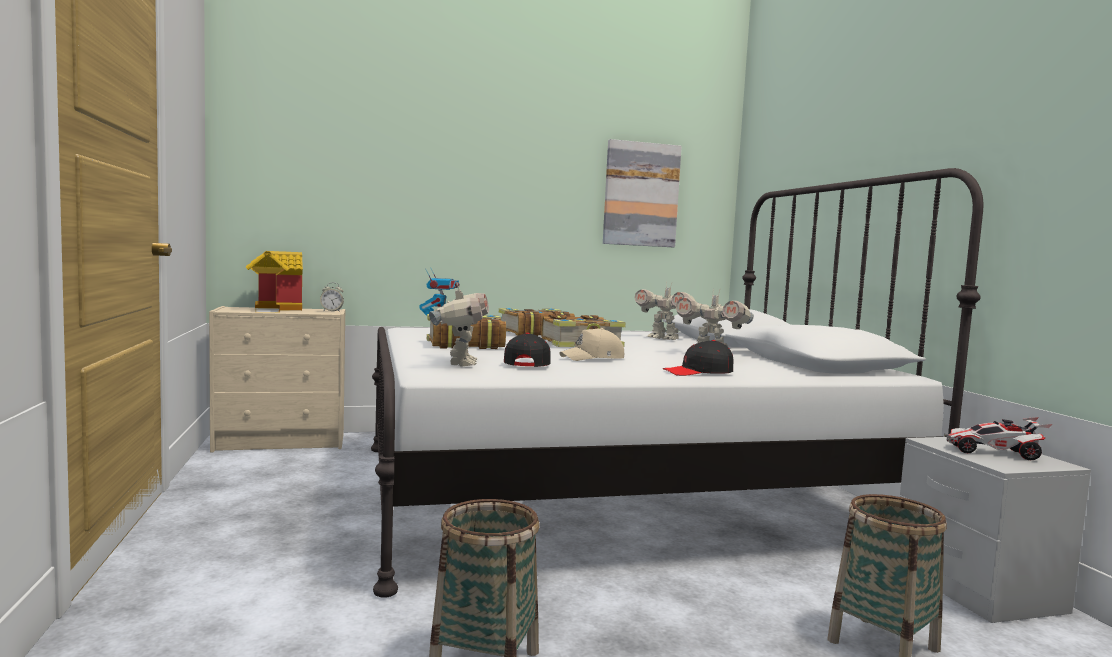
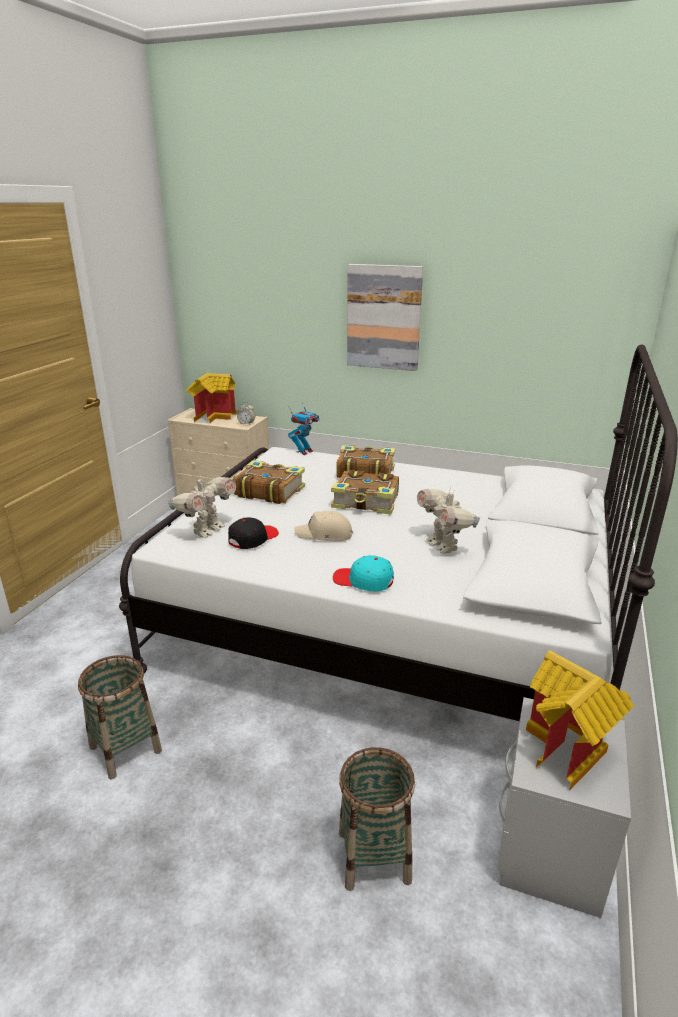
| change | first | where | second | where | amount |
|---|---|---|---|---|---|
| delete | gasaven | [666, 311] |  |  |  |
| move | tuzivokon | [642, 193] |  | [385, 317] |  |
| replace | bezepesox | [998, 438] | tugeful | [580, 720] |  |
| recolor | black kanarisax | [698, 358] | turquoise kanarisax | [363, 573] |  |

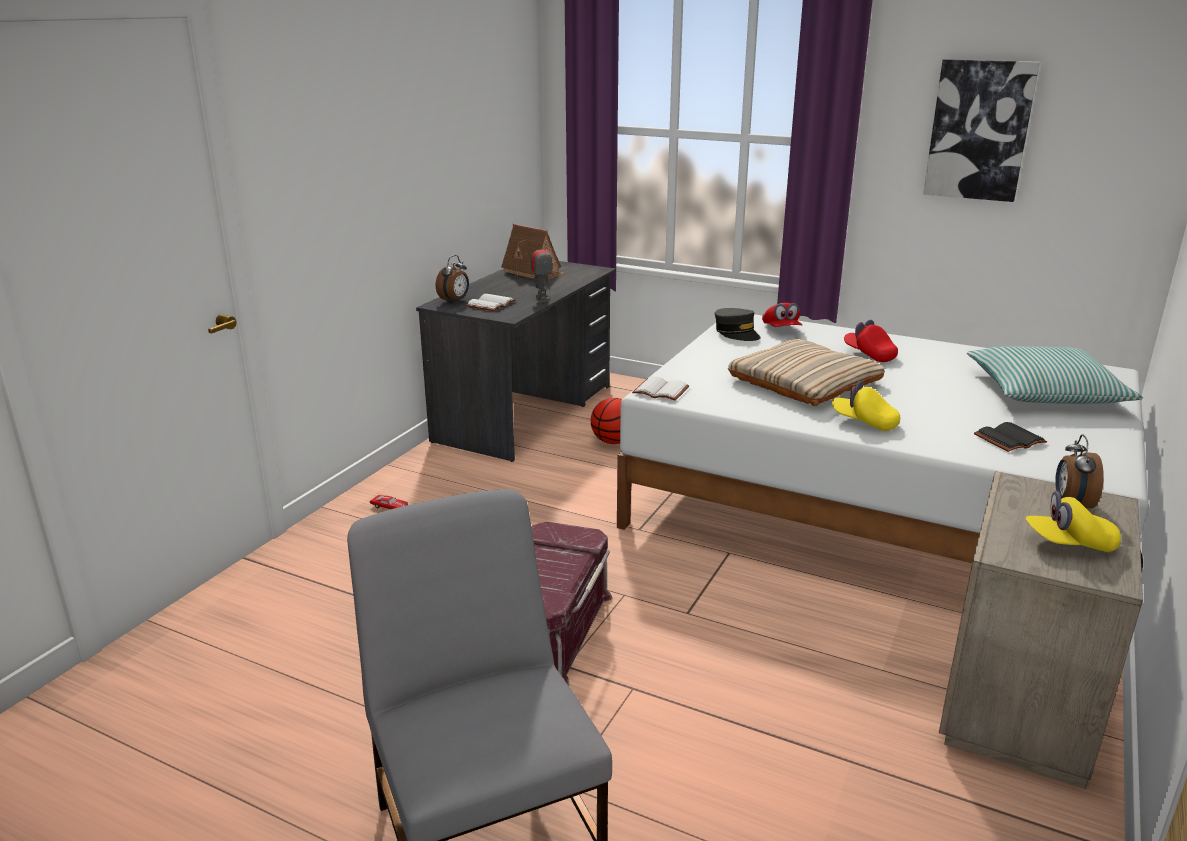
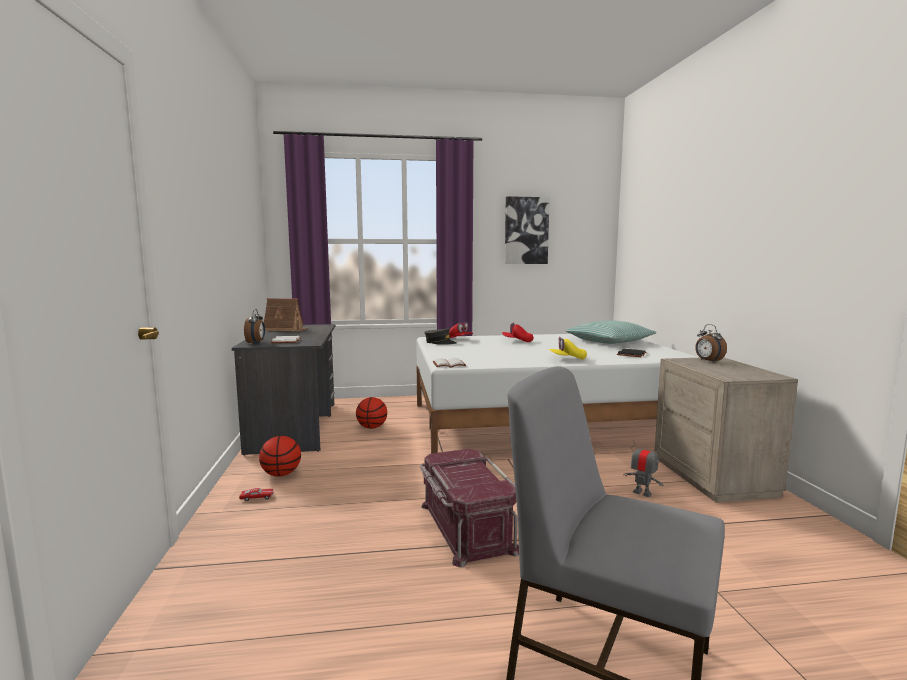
| change | first | where | second | where | amount |
|---|---|---|---|---|---|
| delete | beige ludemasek | [806, 372] |  |  |  |
| delete | yellow kanarisax | [1073, 521] |  |  |  |
| insert |  |  | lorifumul | [280, 456] |  |
| move | gasaven | [542, 270] |  | [644, 468] |  |

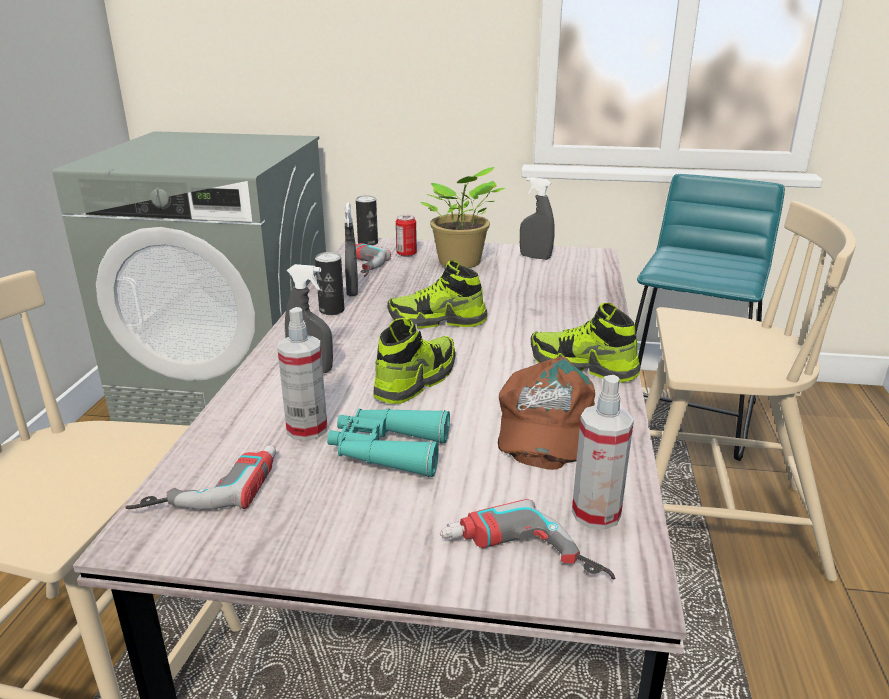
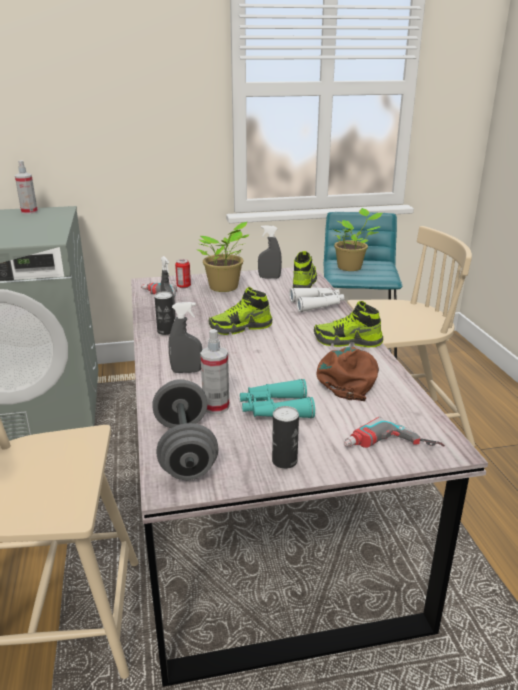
| change | first | where | second | where | amount |
|---|---|---|---|---|---|
| insert |  |  | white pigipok | [316, 299] |  |
| insert |  |  | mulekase | [357, 239] |  |
| move | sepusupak | [367, 220] |  | [285, 437] |  |
| move | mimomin | [414, 360] |  | [305, 269] |  |
| move | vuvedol | [603, 452] |  | [26, 187] |  |
| replace | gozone | [200, 477] | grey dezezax | [185, 429] |  |
| rotate | brown kanarisax | [546, 413] |  | [347, 373] | 150 degrees counterclockwise |

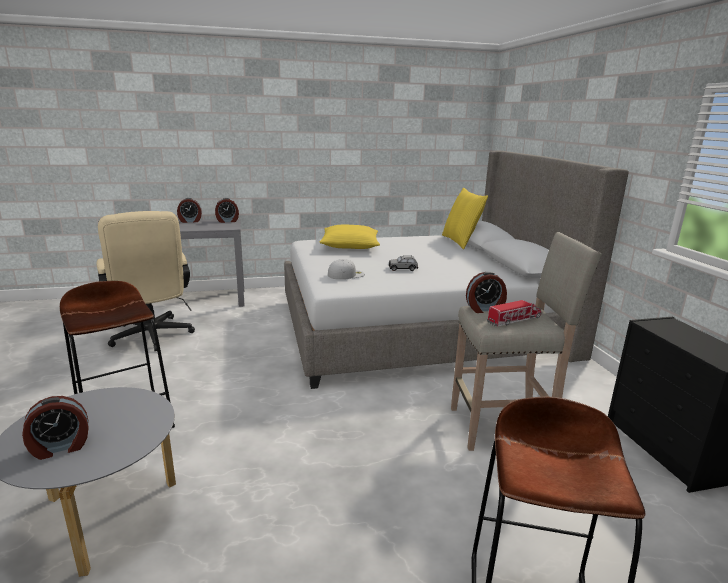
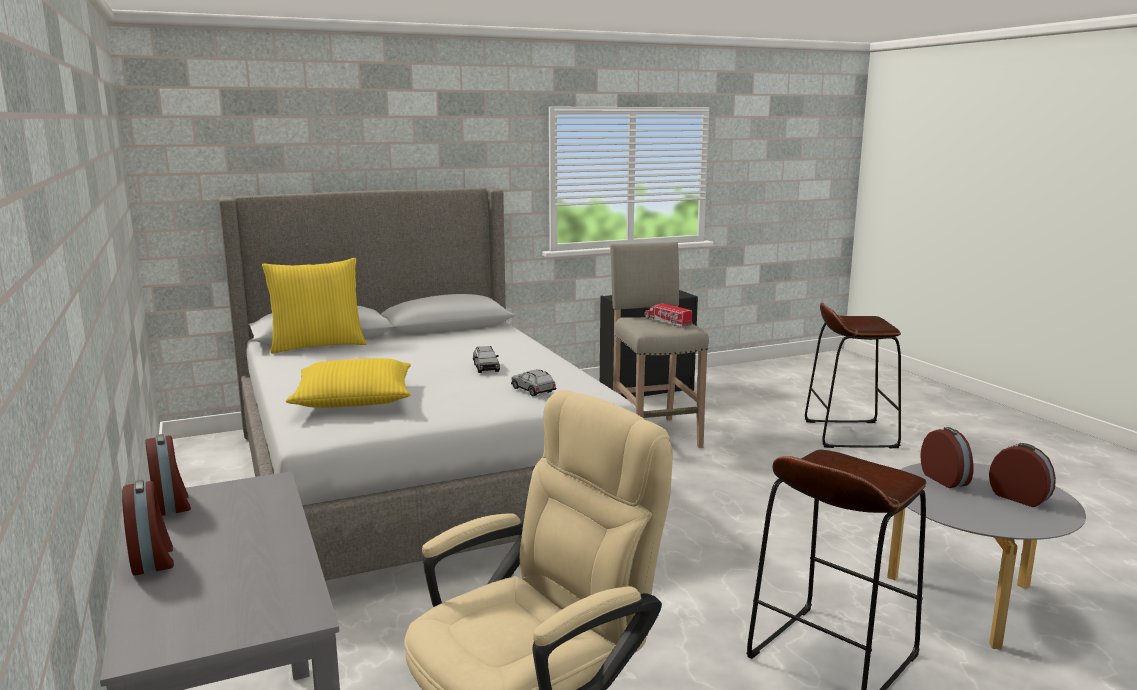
| change | first | where | second | where | amount |
|---|---|---|---|---|---|
| move | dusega | [486, 292] |  | [946, 457] |  |
| replace | white kanarisax | [346, 269] | grey bezepesox | [533, 383] |  |

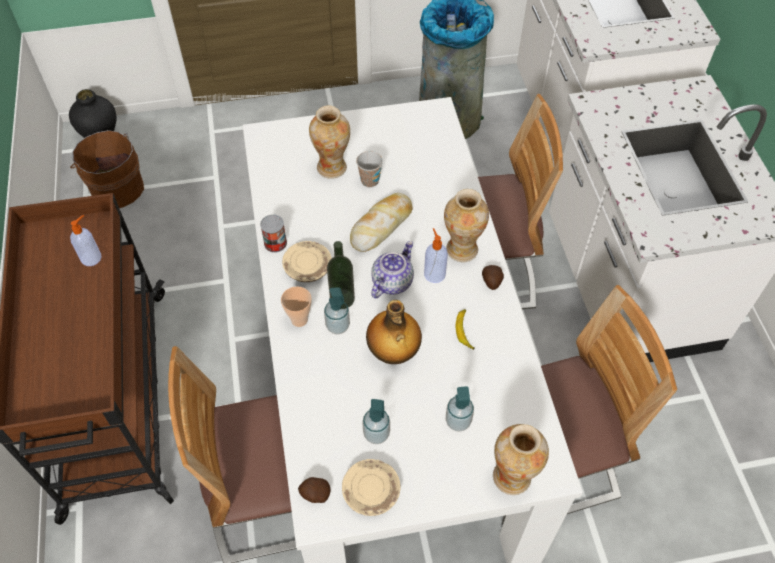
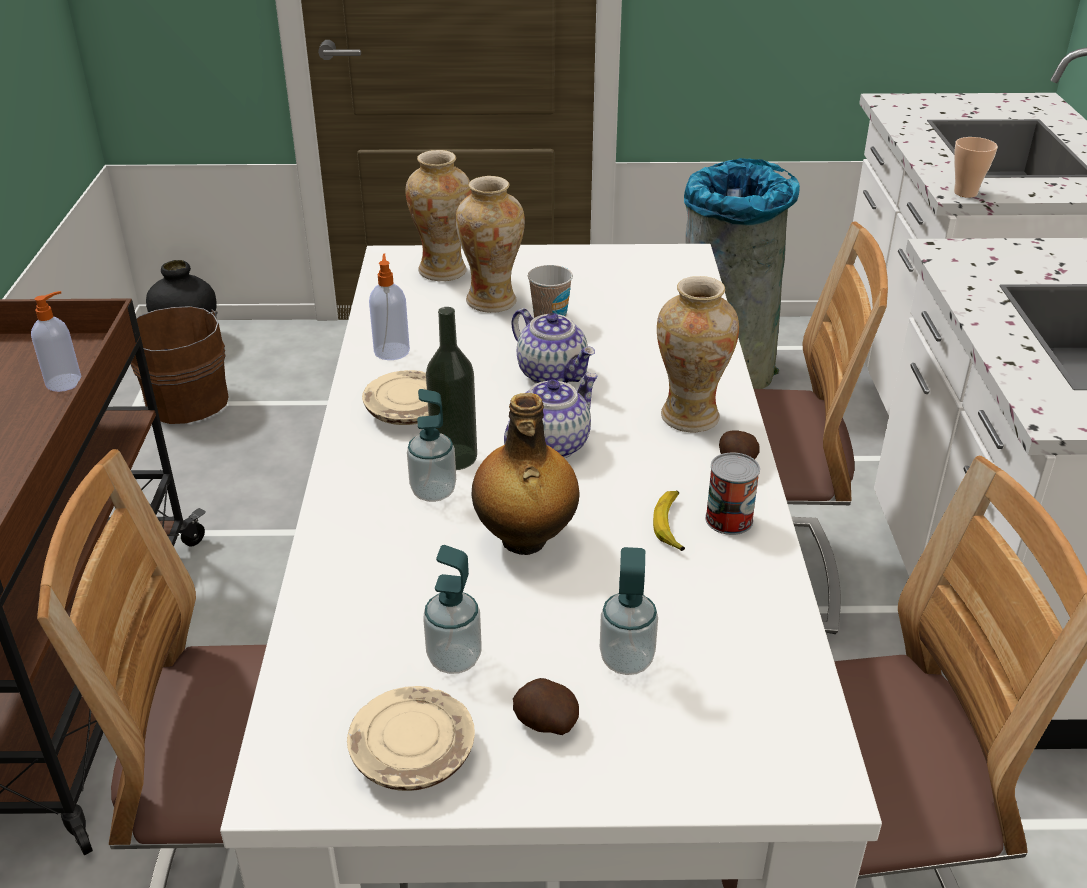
| change | first | where | second | where | amount |
|---|---|---|---|---|---|
| move | sepusupak | [273, 234] |  | [732, 493] |  |
| move | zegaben | [296, 306] |  | [976, 167] |  |
| move | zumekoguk | [314, 490] |  | [546, 706] |  |
| move | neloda | [436, 255] |  | [389, 307] |  |
| move | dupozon | [521, 459] |  | [439, 215] |  |
| replace | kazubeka | [381, 222] | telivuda | [553, 345] |  |

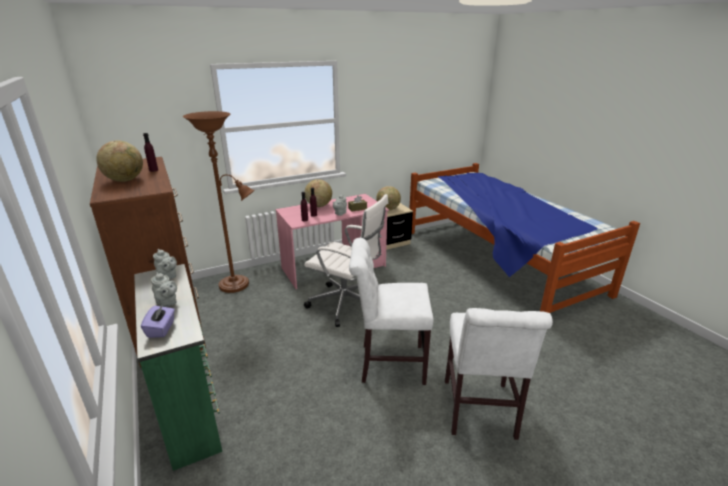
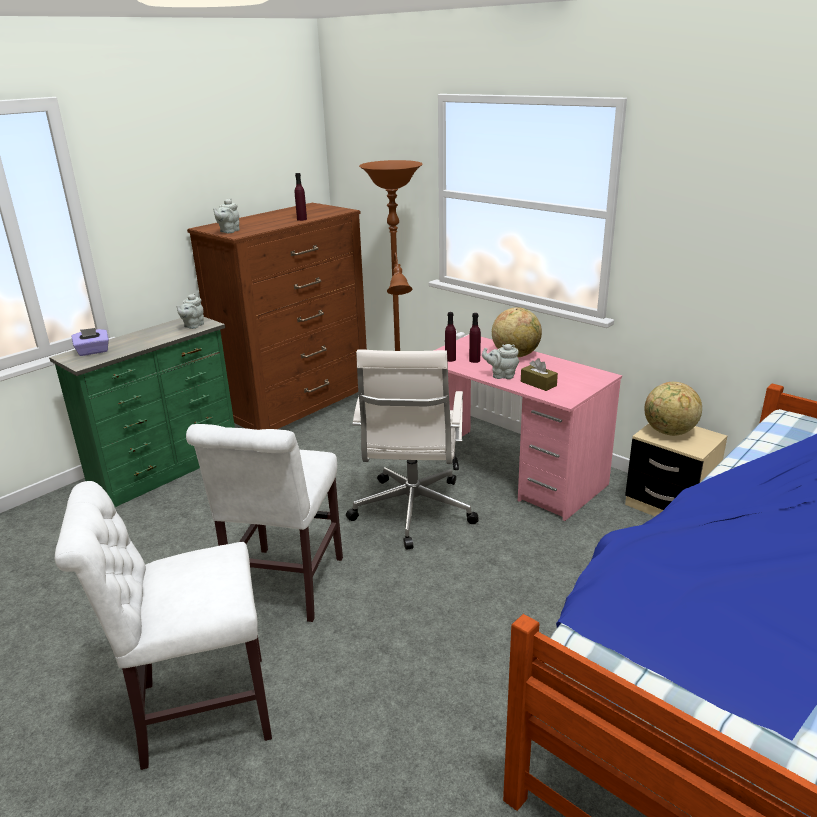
| change | first | where | second | where | amount |
|---|---|---|---|---|---|
| delete | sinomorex | [119, 161] |  |  |  |
| move | grey telivuda | [164, 289] |  | [226, 215] |  |
| rotate | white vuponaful | [391, 311] |  | [264, 523] | 150 degrees counterclockwise |

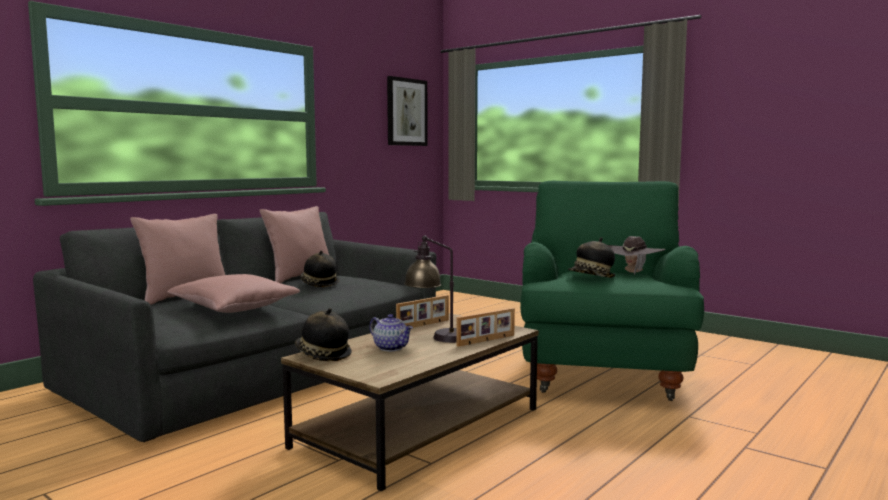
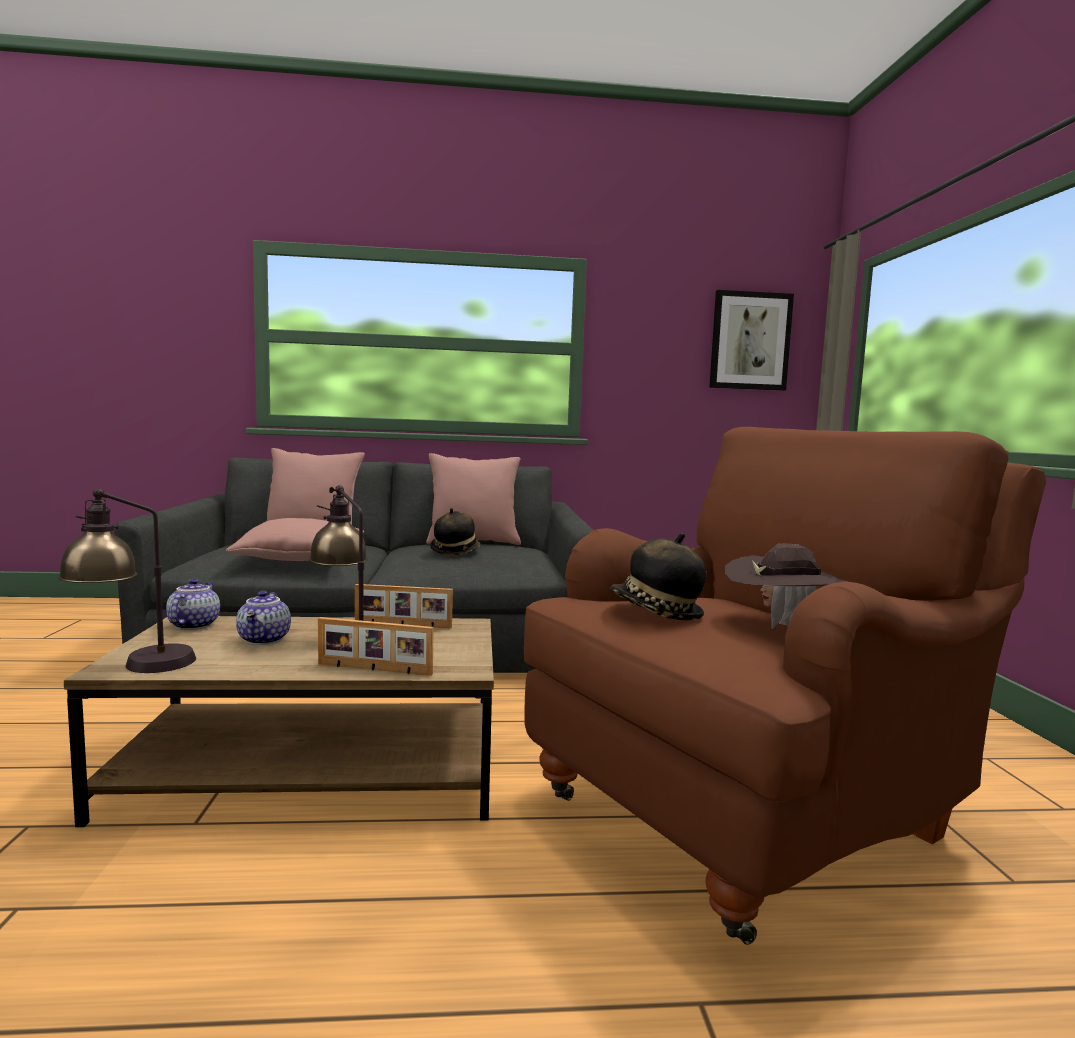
| change | first | where | second | where | amount |
|---|---|---|---|---|---|
| insert |  |  | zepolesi | [127, 580] |  |
| replace | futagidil | [323, 334] | telivuda | [193, 604] |  |
| recolor | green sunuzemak | [612, 291] | brown sunuzemak | [785, 686] |  |

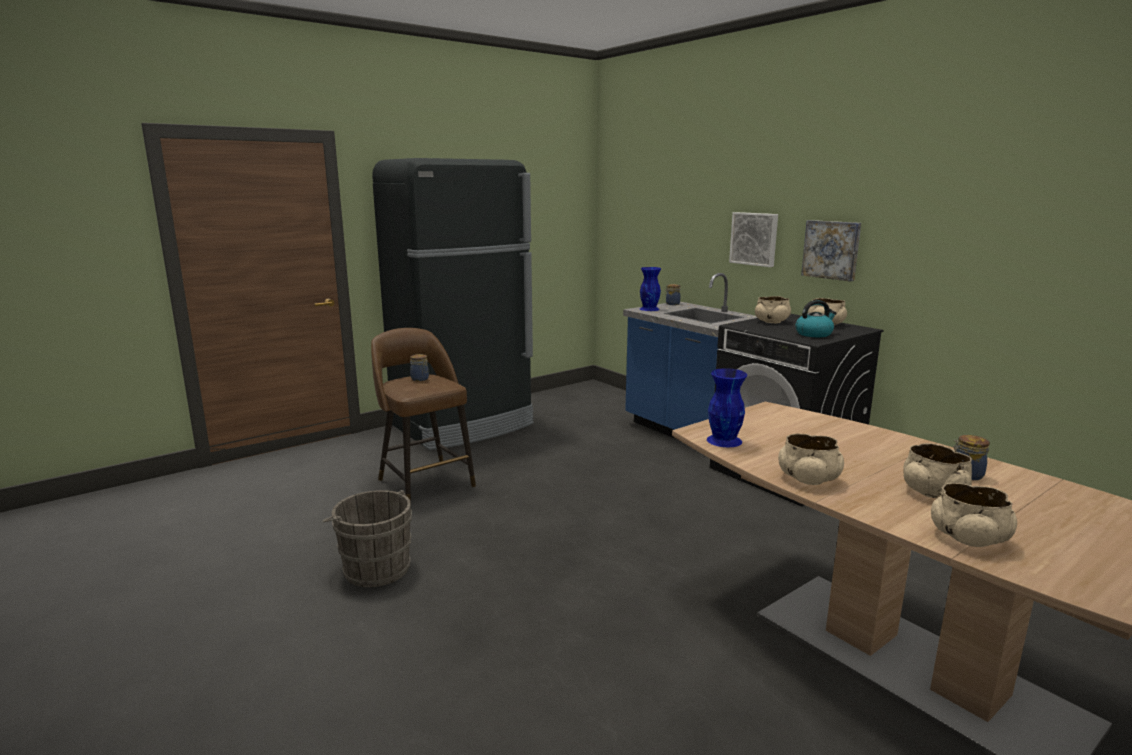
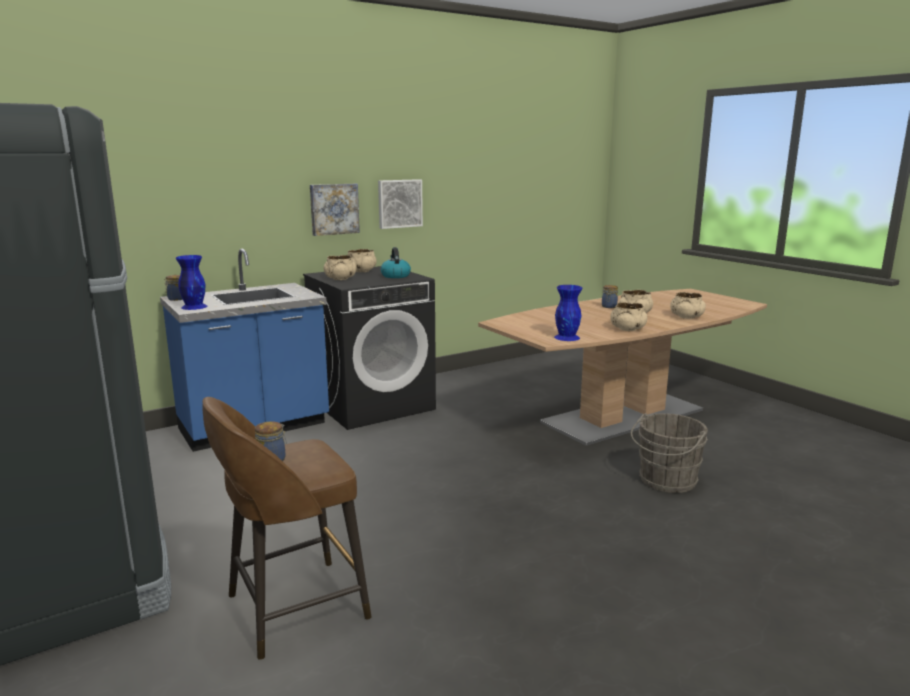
| change | first | where | second | where | amount |
|---|---|---|---|---|---|
| move | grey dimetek | [367, 538] |  | [669, 453] |  |
| move | tuzivokon | [753, 239] |  | [400, 204] |  |

